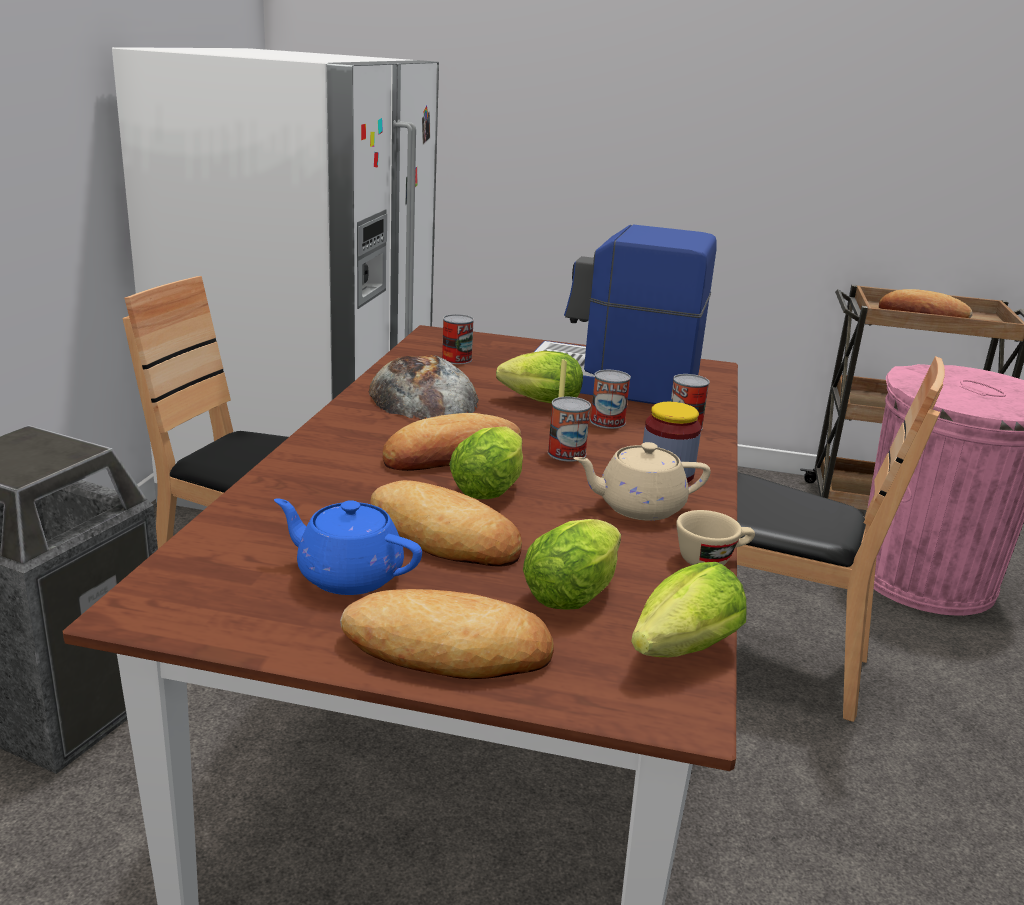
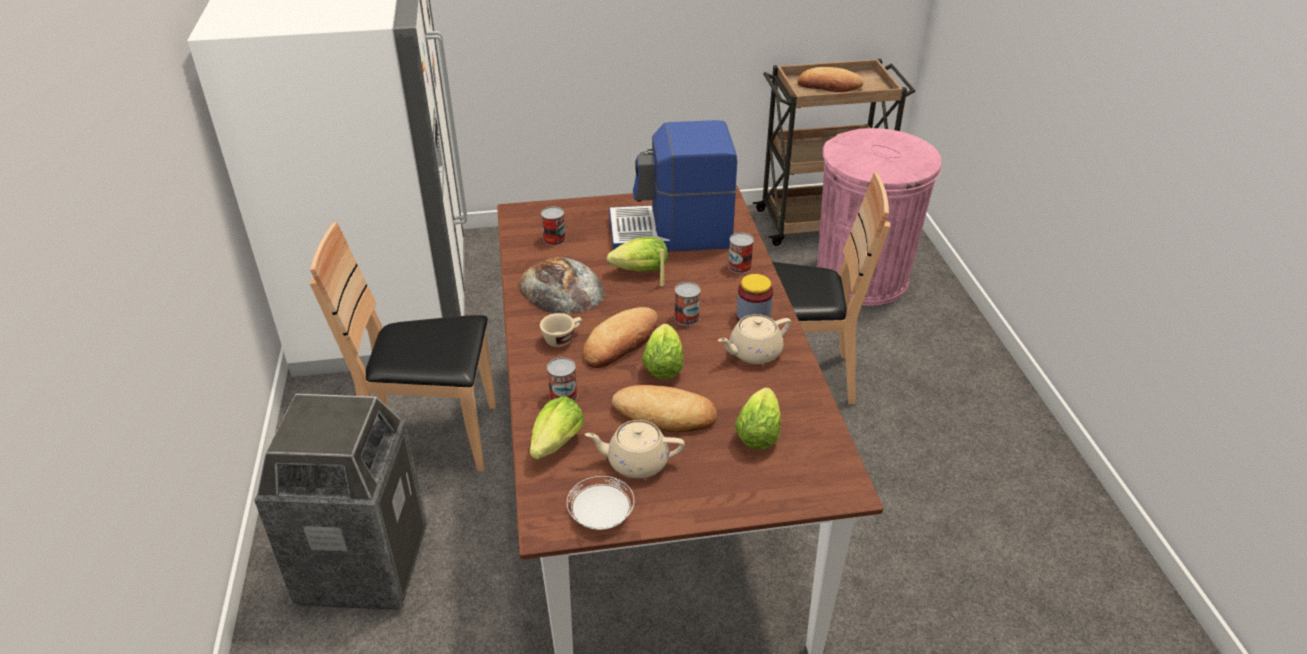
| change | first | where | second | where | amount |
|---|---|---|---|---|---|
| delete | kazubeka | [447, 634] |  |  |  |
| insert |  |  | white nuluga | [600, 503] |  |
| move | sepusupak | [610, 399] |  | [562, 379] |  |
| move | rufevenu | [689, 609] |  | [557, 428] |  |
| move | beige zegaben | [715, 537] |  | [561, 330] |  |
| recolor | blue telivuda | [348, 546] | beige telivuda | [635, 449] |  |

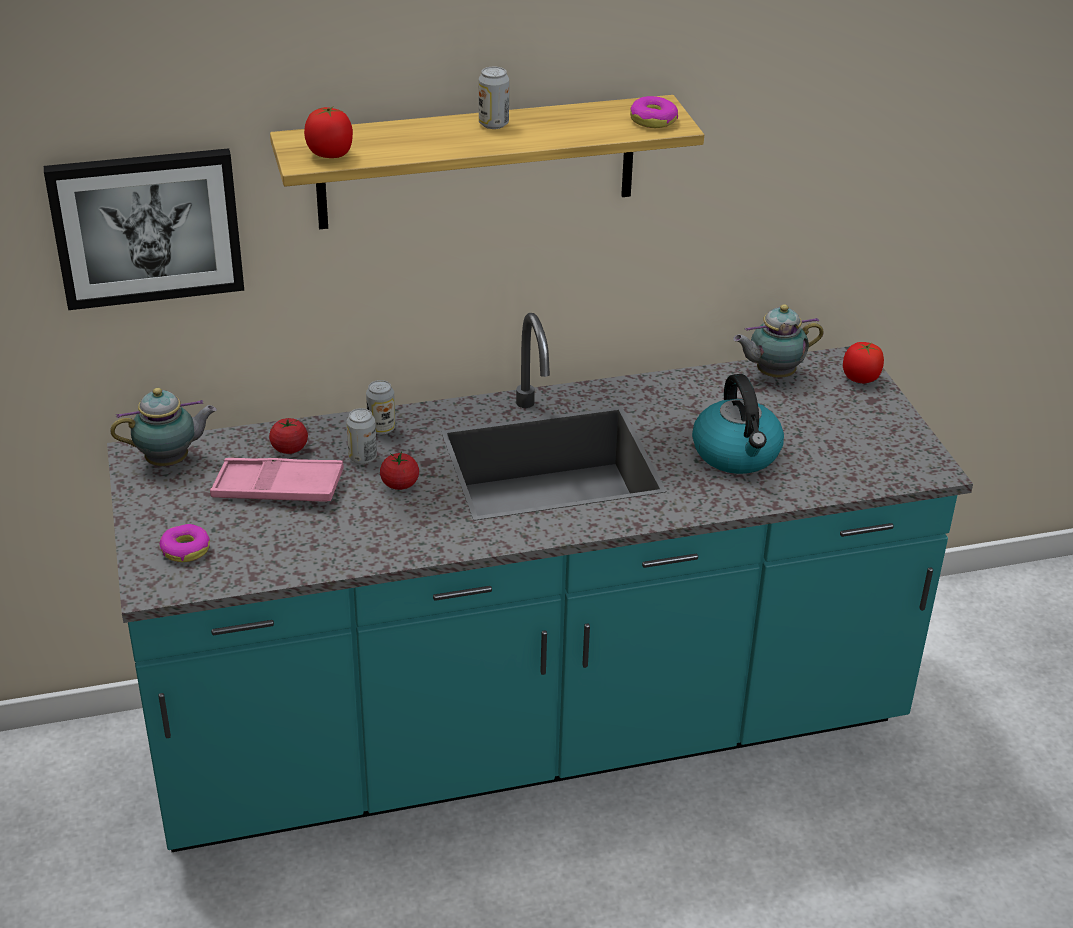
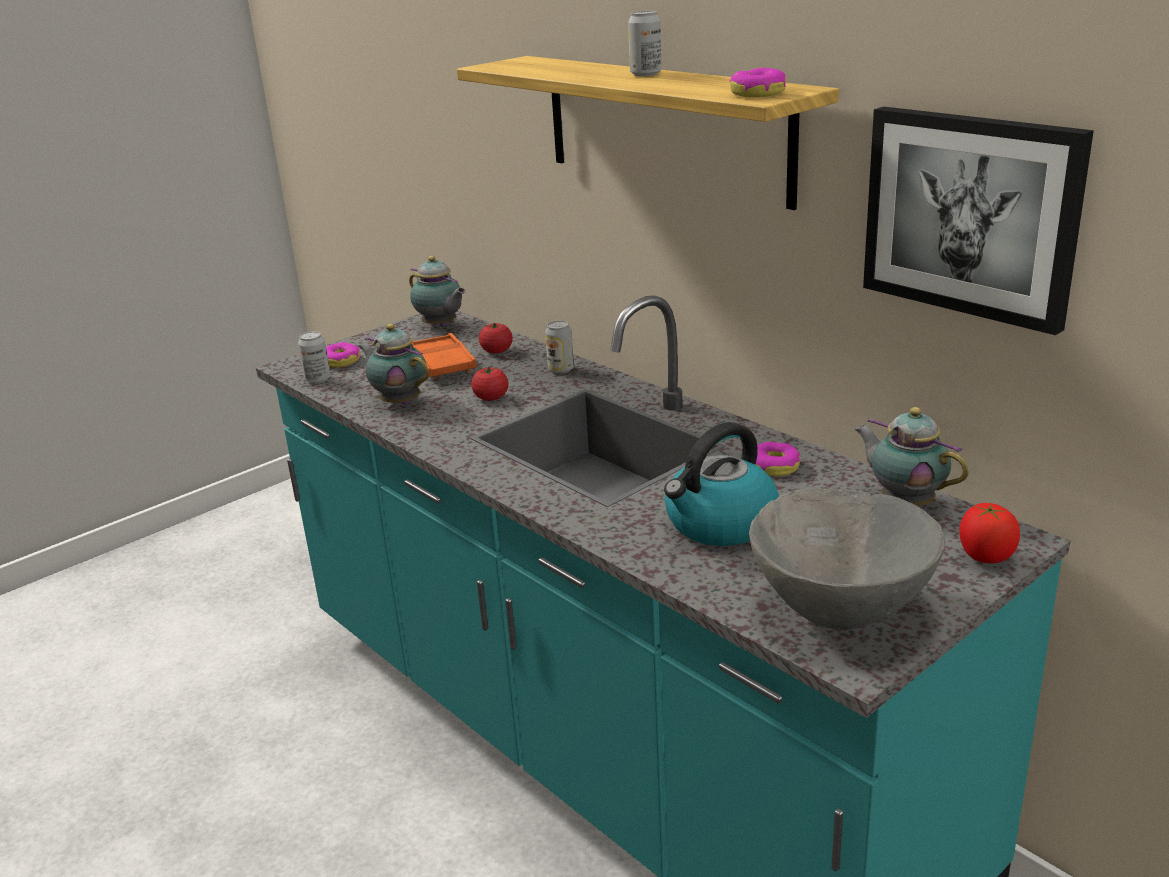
| change | first | where | second | where | amount |
|---|---|---|---|---|---|
| delete | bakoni | [328, 131] |  |  |  |
| insert |  |  | telivuda | [393, 364] |  |
| insert |  |  | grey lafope | [847, 559] |  |
| insert |  |  | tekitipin | [778, 459] |  |
| move | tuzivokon | [144, 229] |  | [978, 221] |  |
| move | sepusupak | [361, 436] |  | [314, 357] |  |
| recolor | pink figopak | [277, 480] | orange figopak | [444, 356] |  |

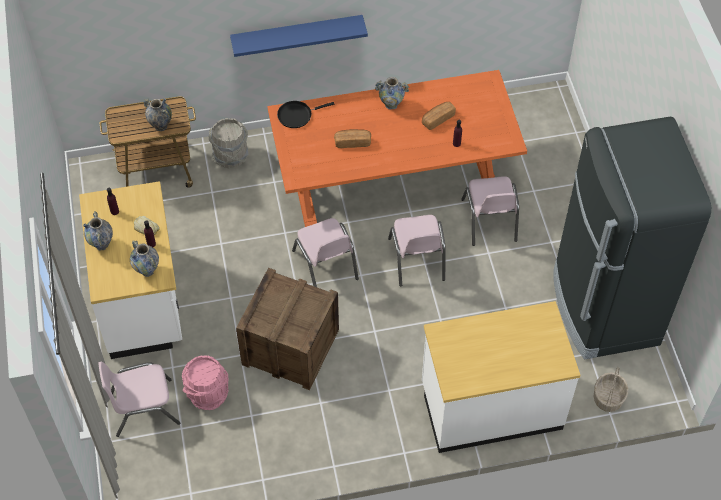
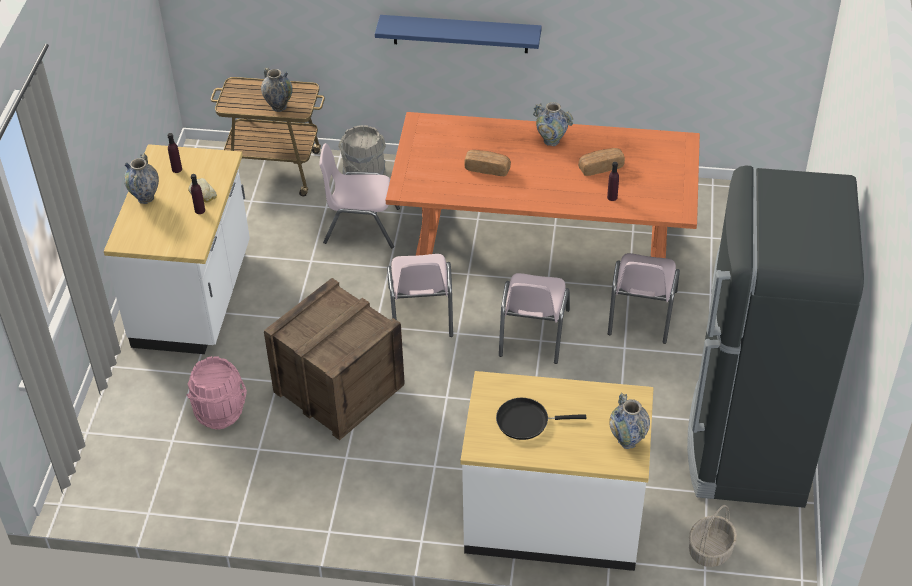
| change | first | where | second | where | amount |
|---|---|---|---|---|---|
| move | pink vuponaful | [139, 399] |  | [359, 195] |  |
| move | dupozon | [144, 258] |  | [629, 420] |  |
| move | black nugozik | [305, 114] |  | [541, 419] |  |

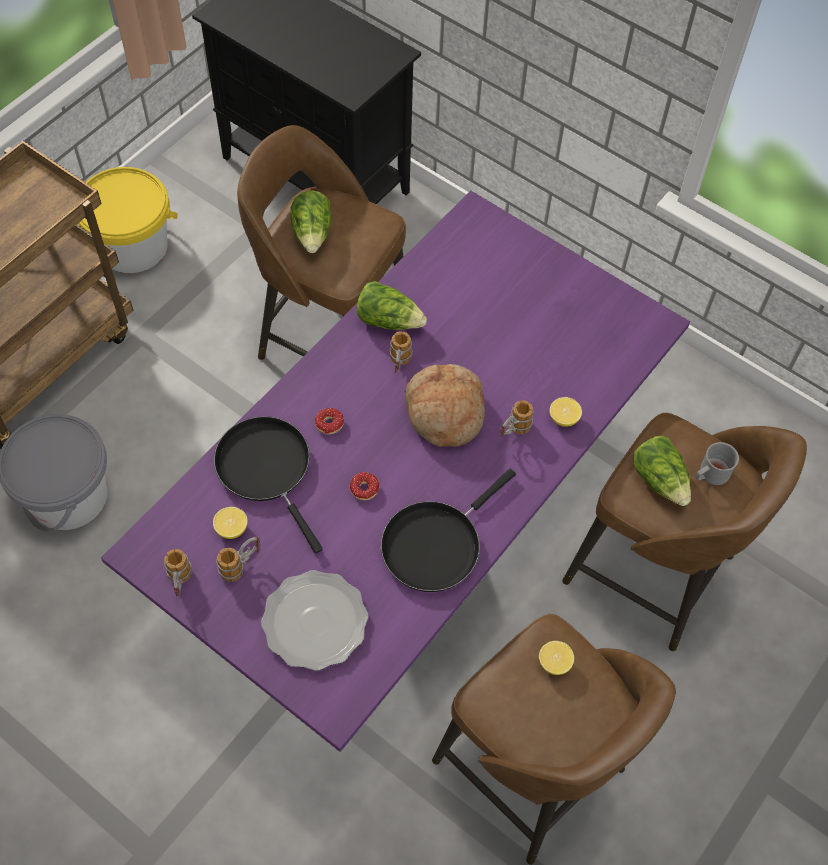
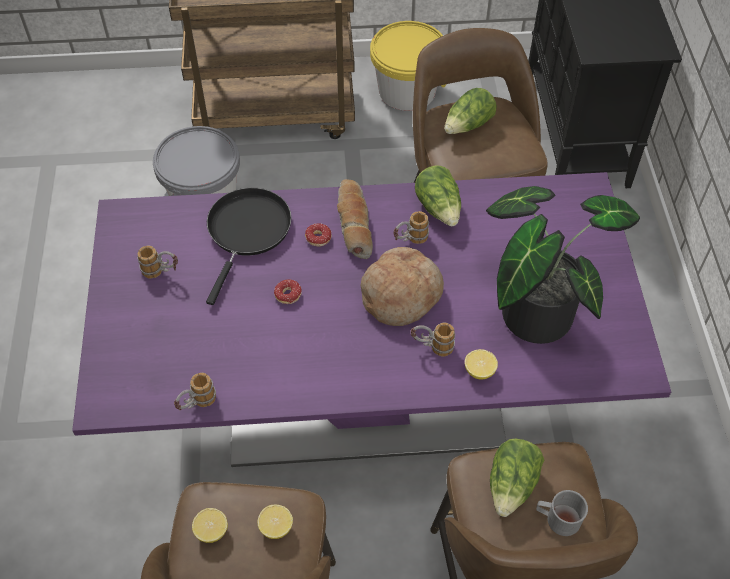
| change | first | where | second | where | amount |
|---|---|---|---|---|---|
| delete | nuluga | [314, 620] |  |  |  |
| delete | black nugozik | [448, 530] |  |  |  |
| insert |  |  | kazubeka | [355, 219] |  |
| insert |  |  | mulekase | [563, 265] |  |
| move | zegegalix | [178, 573] |  | [195, 391] |  |
| move | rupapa | [230, 523] |  | [210, 525] |  |

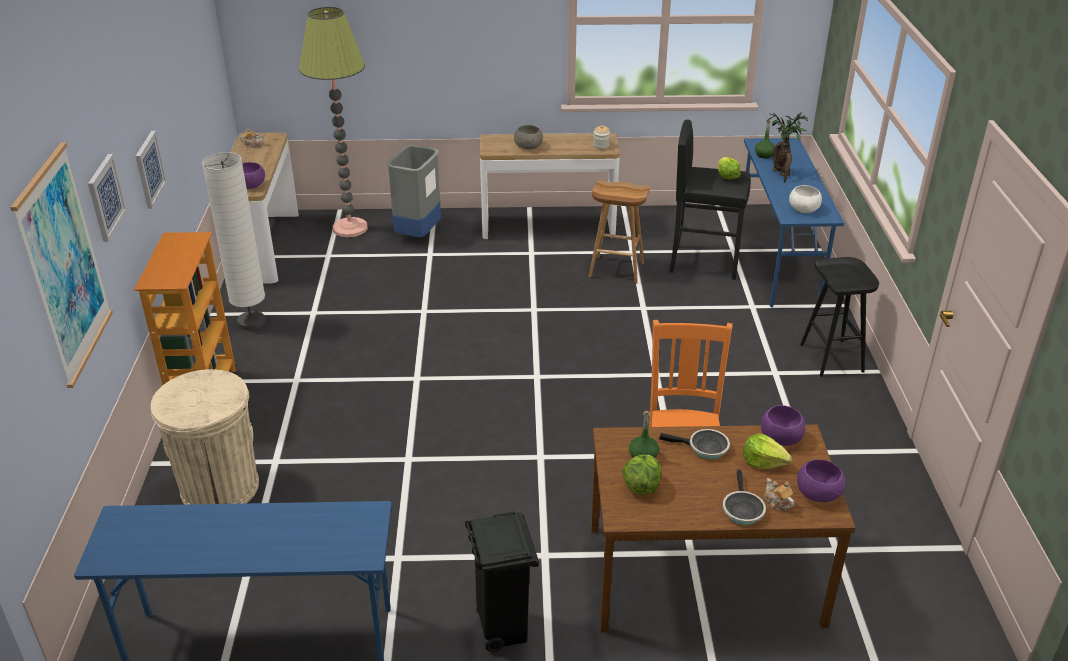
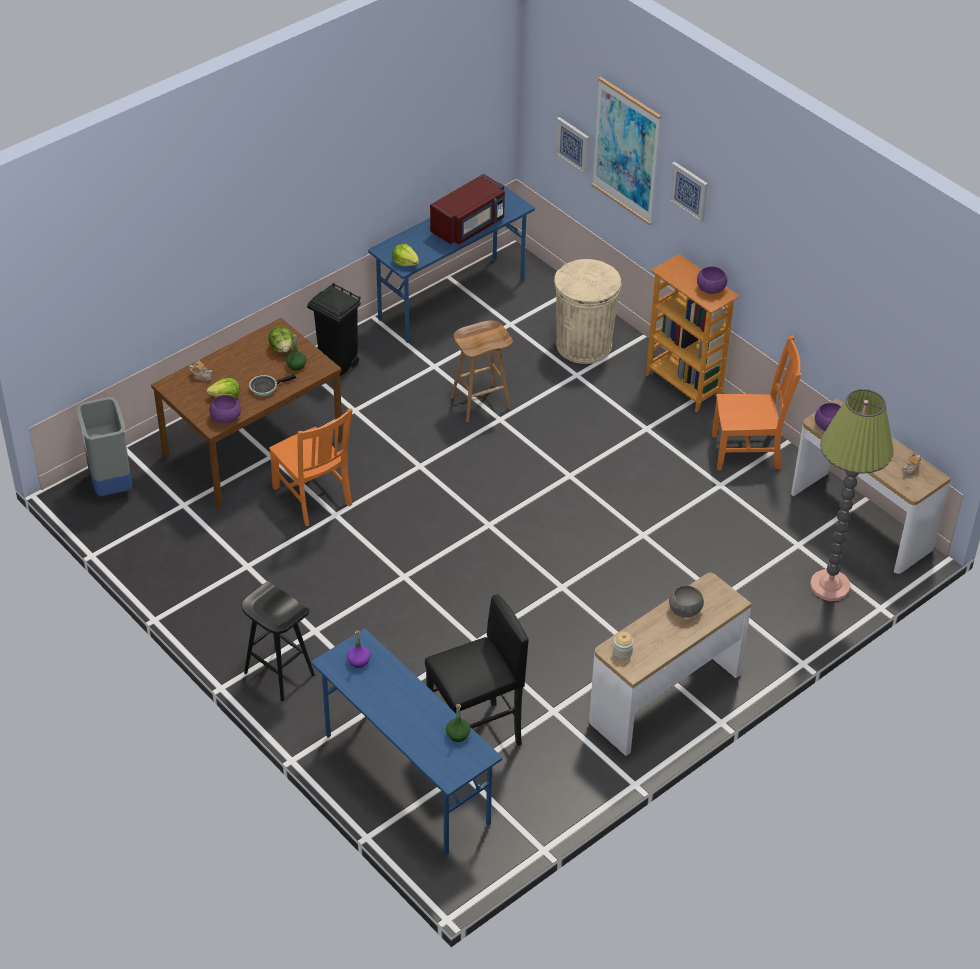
| change | first | where | second | where | amount |
|---|---|---|---|---|---|
| delete | nugozik | [744, 497] |  |  |  |
| delete | mulekase | [787, 147] |  |  |  |
| insert |  |  | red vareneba | [467, 209] |  |
| move | tuzivokon | [151, 170] |  | [572, 146] |  |
| move | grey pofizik | [414, 191] |  | [104, 446] |  |
| move | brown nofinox | [619, 231] |  | [482, 371] |  |
| move | rufevenu | [729, 168] |  | [405, 255] |  |
| move | purple lafope | [821, 480] |  | [712, 280] |  |
| replace | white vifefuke | [233, 241] | orange vuponaful | [757, 402] |  |
| replace | white lafope | [805, 199] | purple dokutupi | [359, 649] |  |

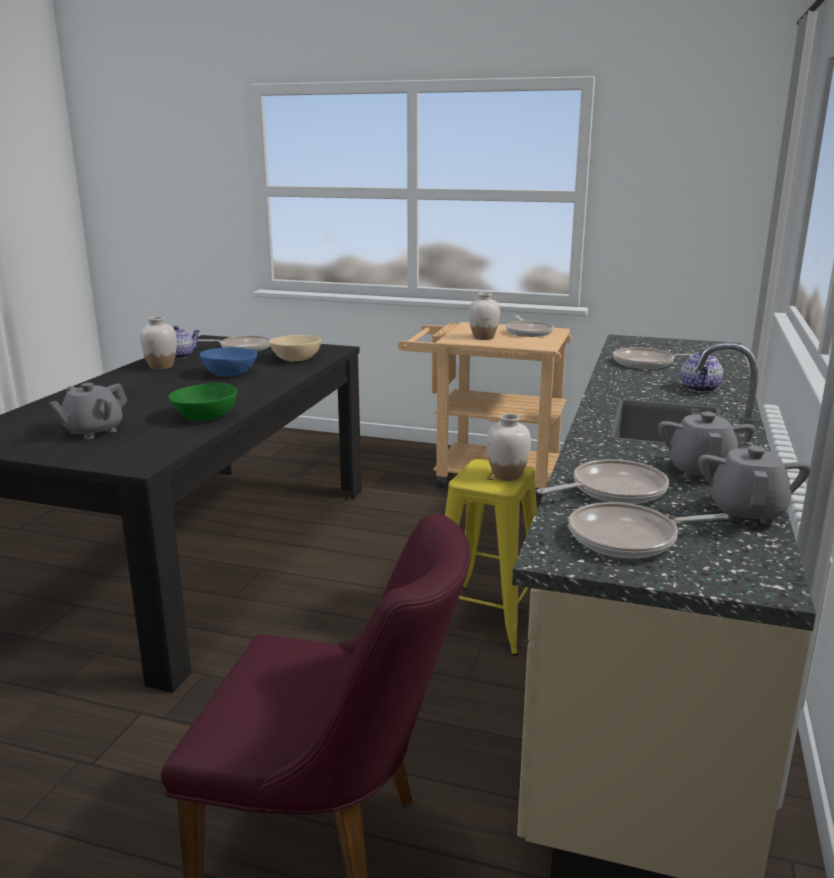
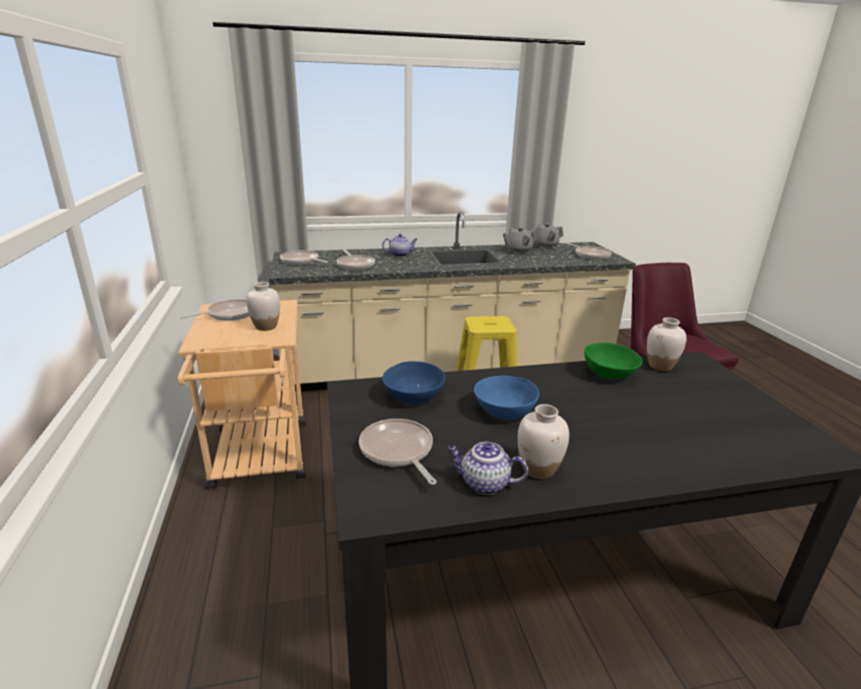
| change | first | where | second | where | amount |
|---|---|---|---|---|---|
| delete | grey telivuda | [88, 411] |  |  |  |
| move | white dupozon | [509, 447] |  | [666, 344] |  |
| move | nugozik | [603, 481] |  | [304, 257] |  |
| recolor | beige lafope | [295, 348] | blue lafope | [413, 382] |  |

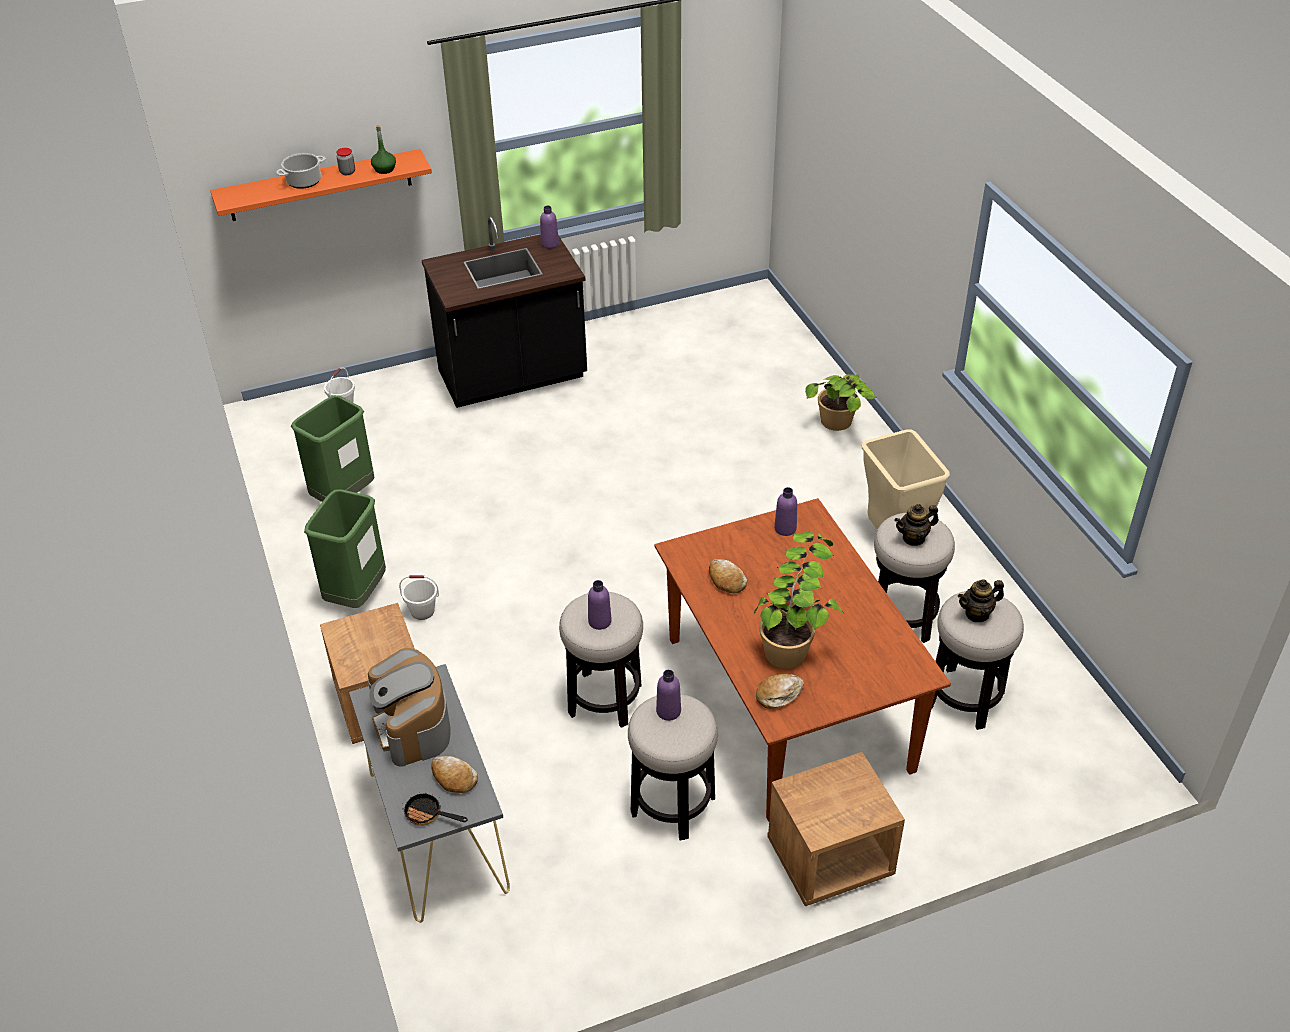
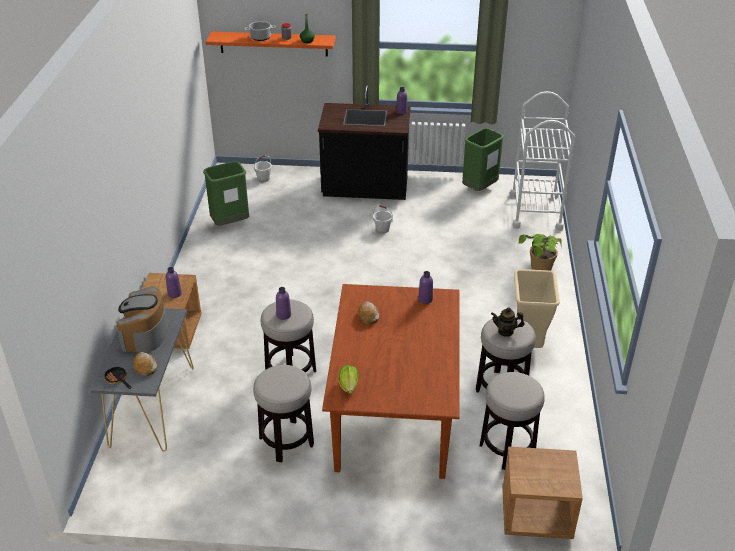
| change | first | where | second | where | amount |
|---|---|---|---|---|---|
| delete | mulekase | [799, 600] |  |  |  |
| delete | telivuda | [981, 600] |  |  |  |
| insert |  |  | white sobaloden | [542, 161] |  |
| move | green pofizik | [345, 548] |  | [483, 159] |  |
| move | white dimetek | [419, 597] |  | [383, 219] |  |
| move | purple dokutupi | [668, 695] |  | [174, 282] |  |
| move | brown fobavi | [836, 829] |  | [542, 493] |  |
| replace | kazubeka | [780, 691] | rufevenu | [349, 379] |  |

